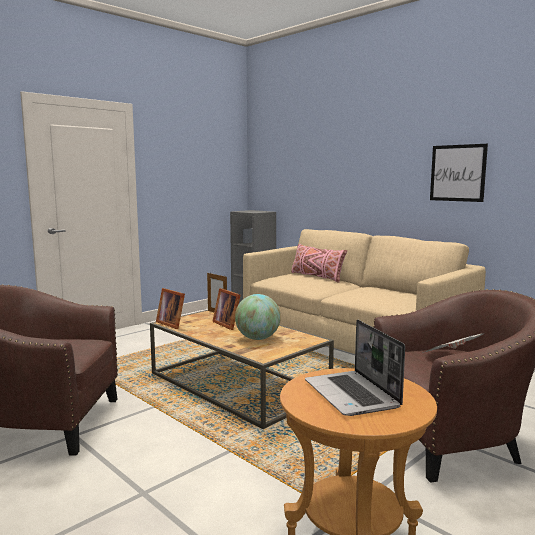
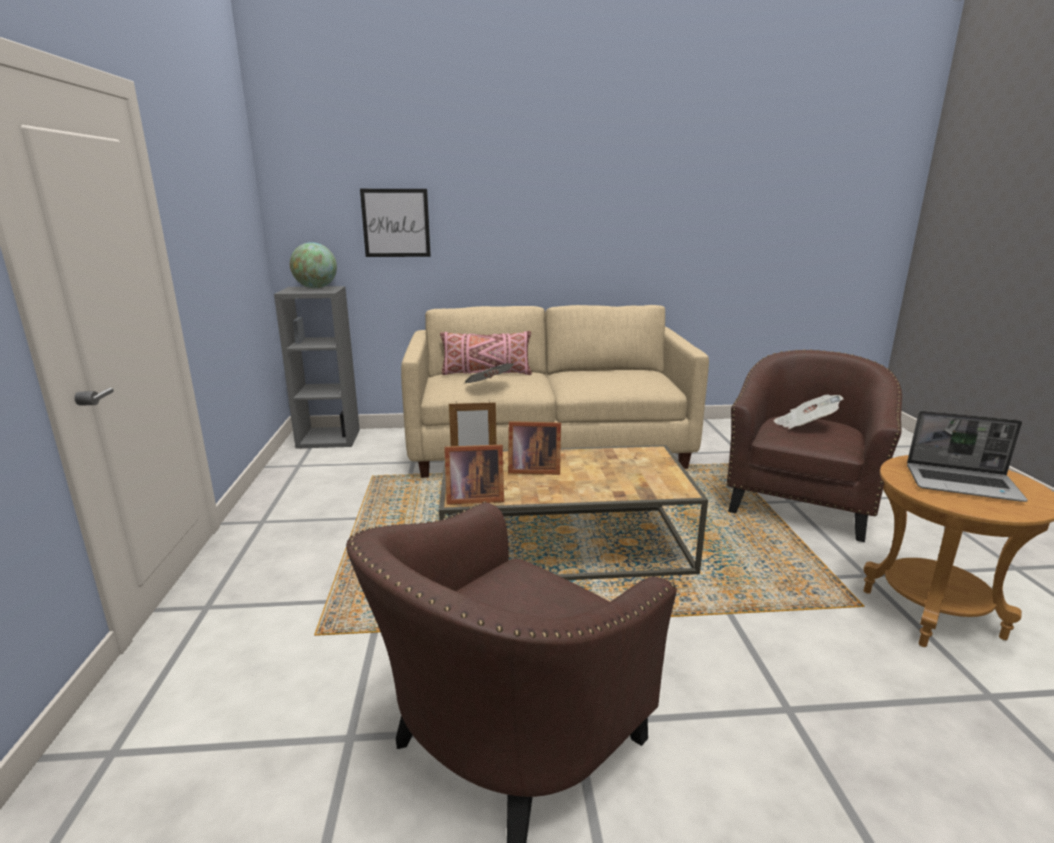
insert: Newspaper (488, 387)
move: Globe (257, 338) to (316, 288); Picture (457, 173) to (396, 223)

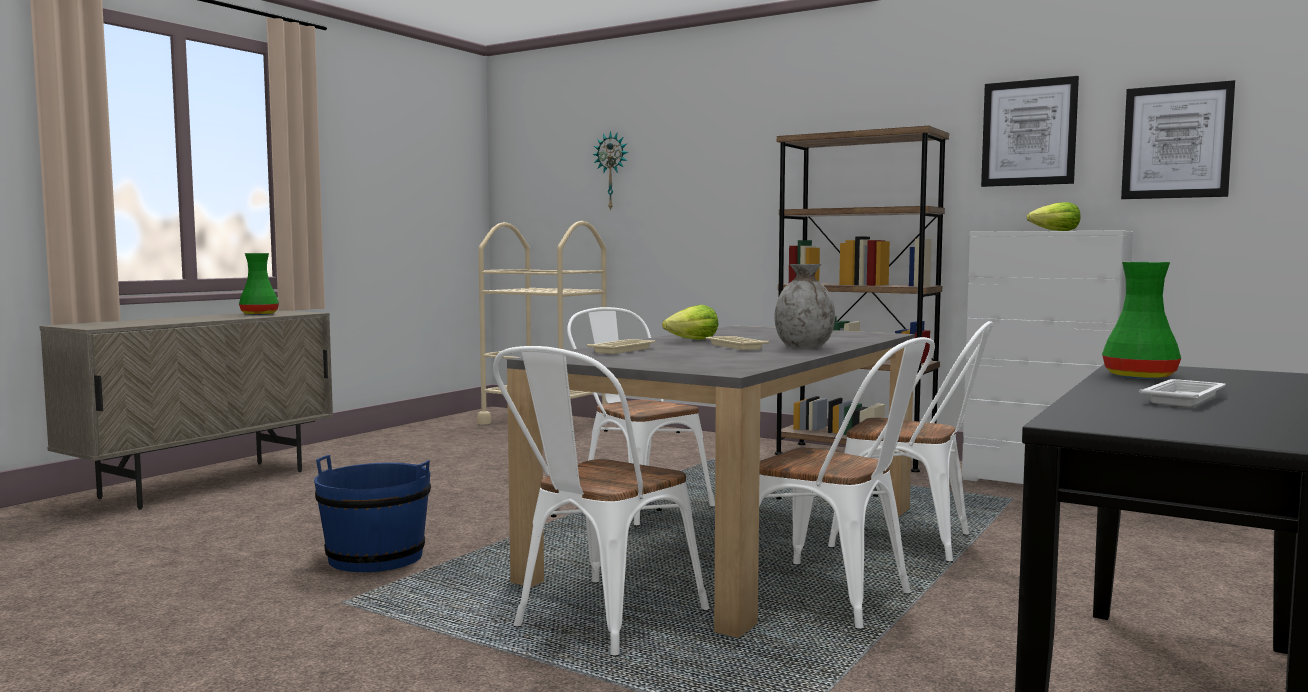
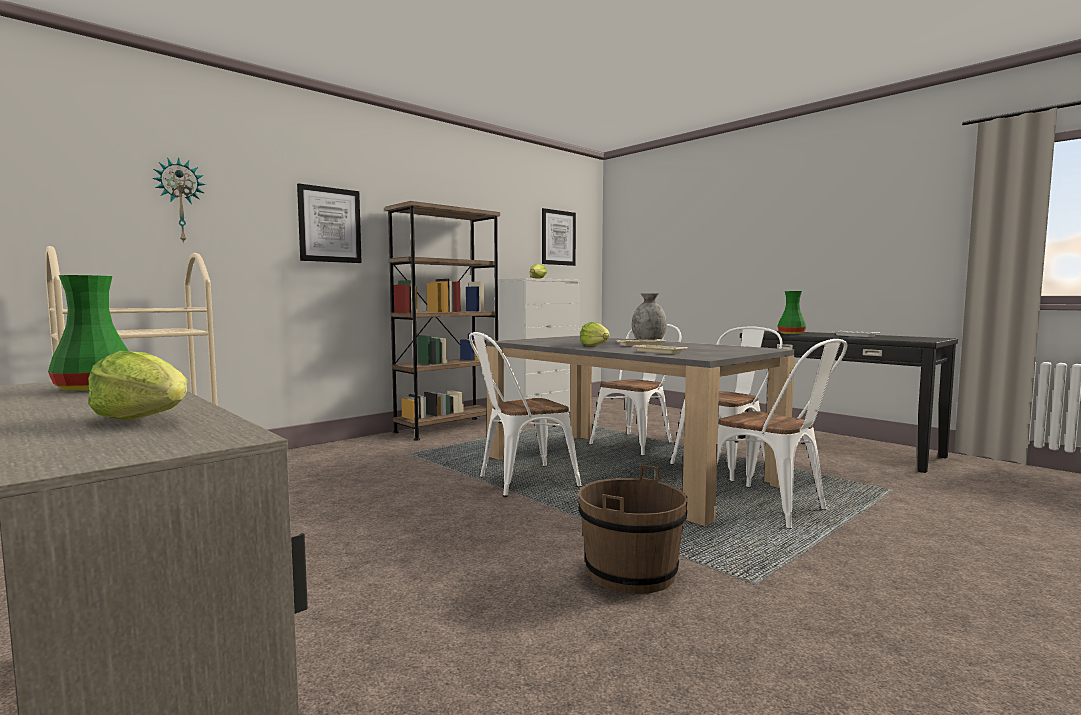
insert: Lettuce (146, 419)
move: Picture (1029, 133) to (329, 225)
recolor: BlueBucket (375, 557) to BrownBucket (631, 573)

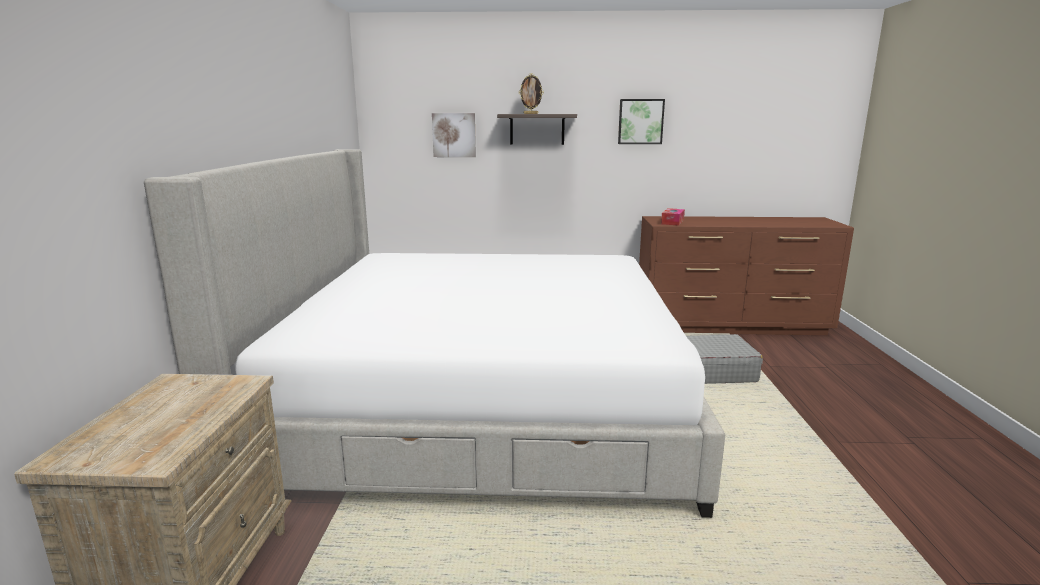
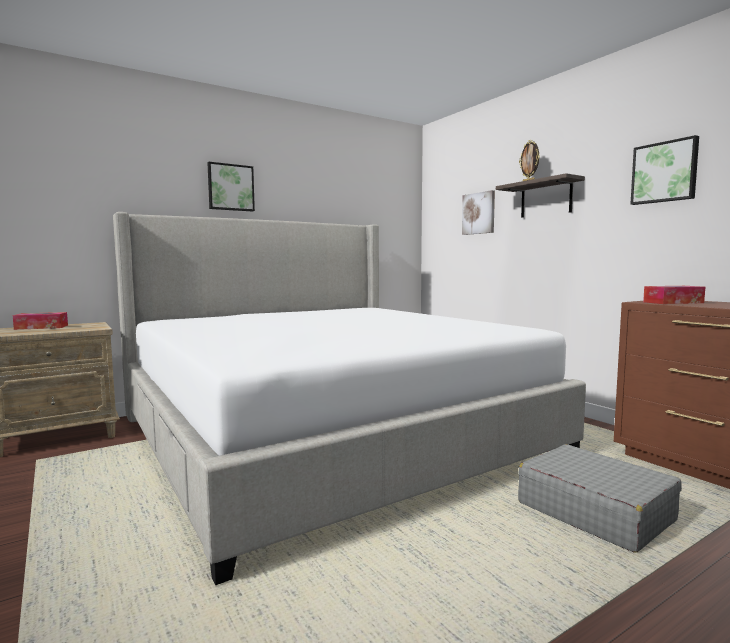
insert: TissueBox (41, 327); Picture (230, 187)

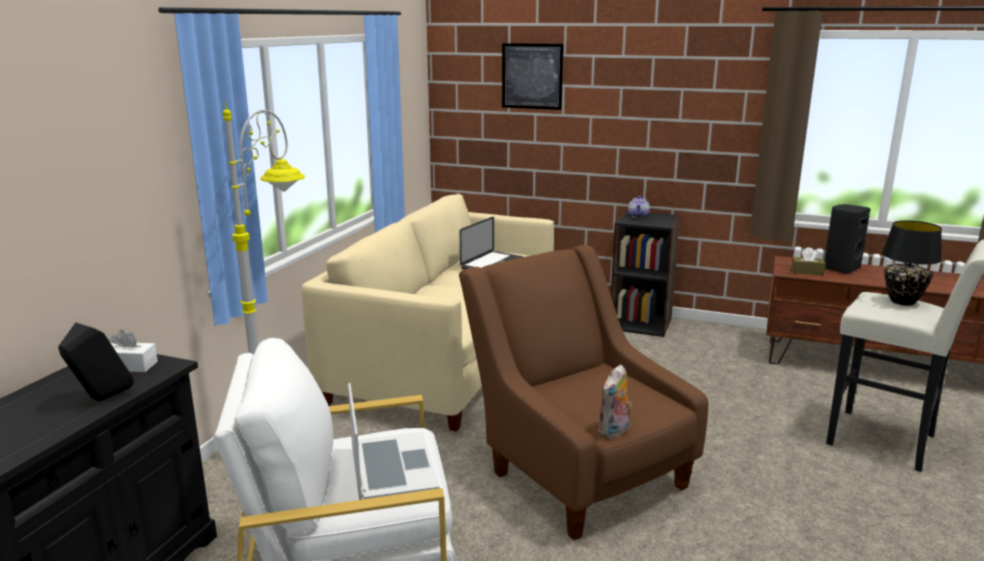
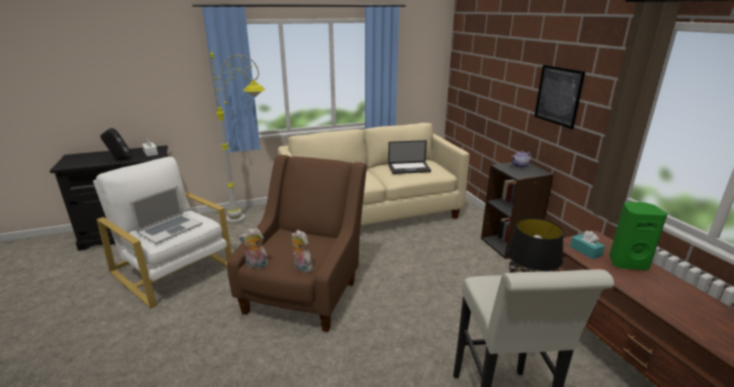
insert: PlushToy (301, 268)
move: Picture (532, 76) to (558, 95)
recolor: BrownTissueBox (807, 272) to TurquoiseTissueBox (585, 251); BlackSpeaker (840, 268) to GreenSpeaker (627, 262)

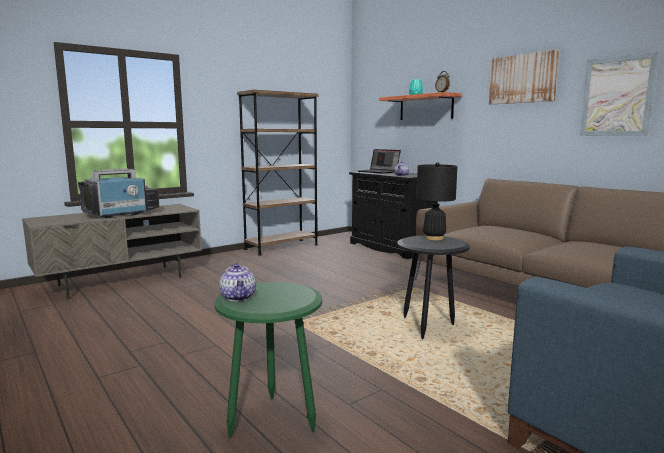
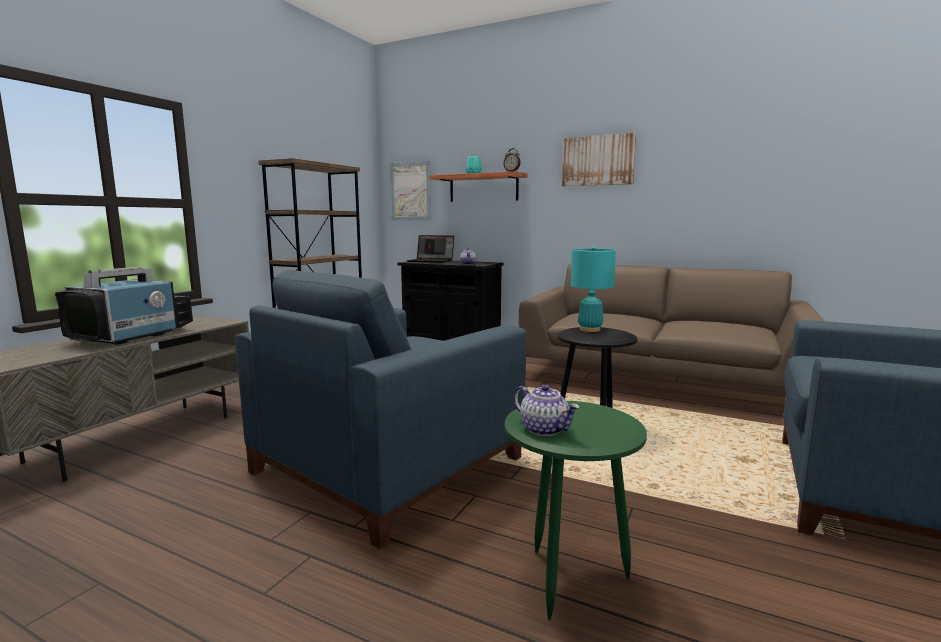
insert: BlueArmchair (390, 463)
move: Picture (617, 96) to (411, 191)
recolor: BlackTableLamp (434, 238) to TurquoiseTableLamp (589, 329)

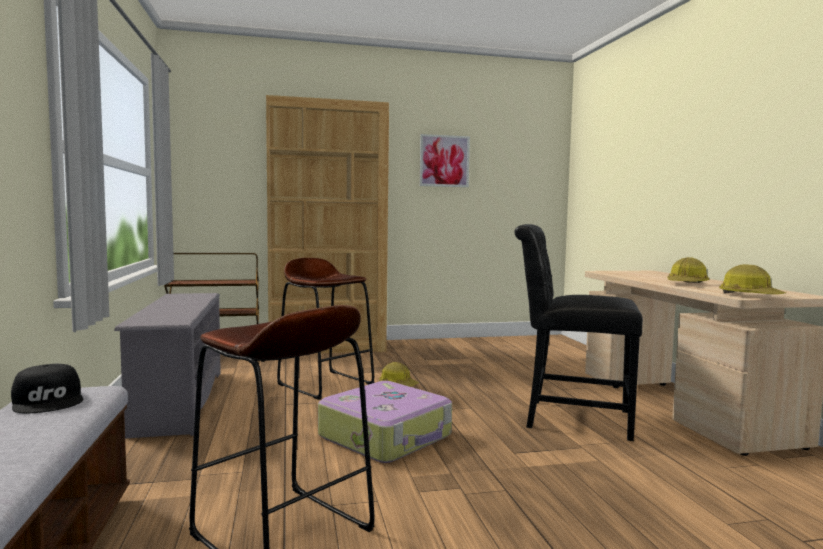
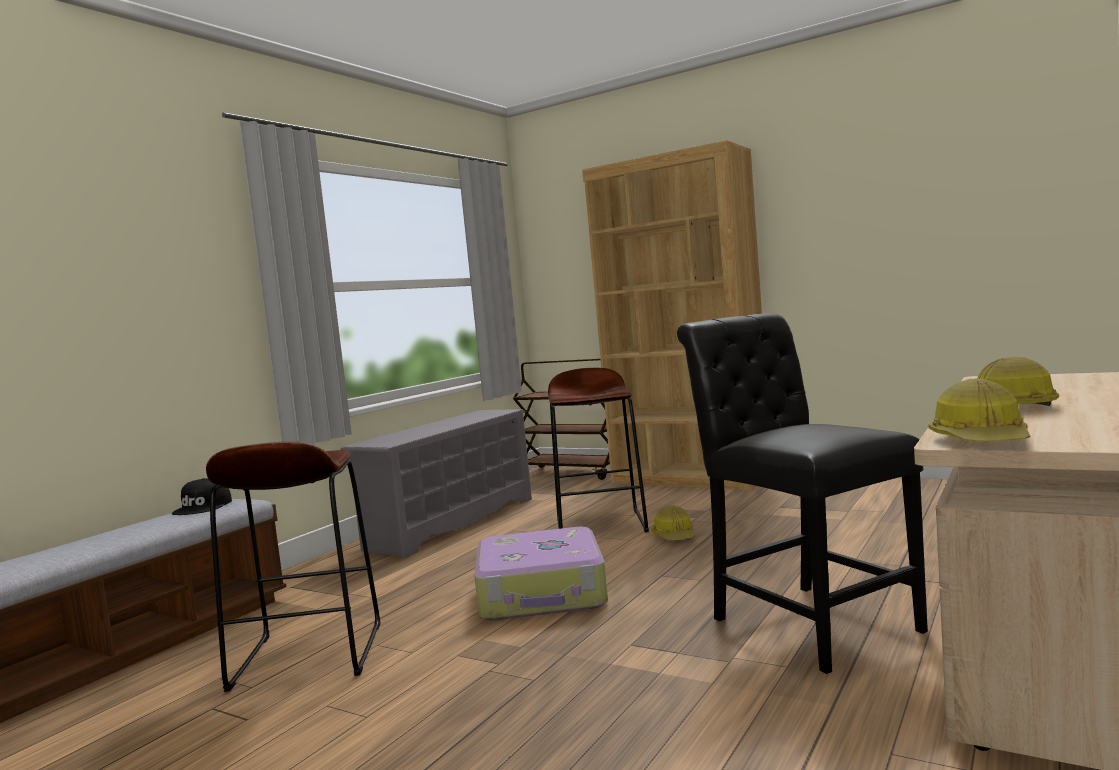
delete: Picture (444, 161)

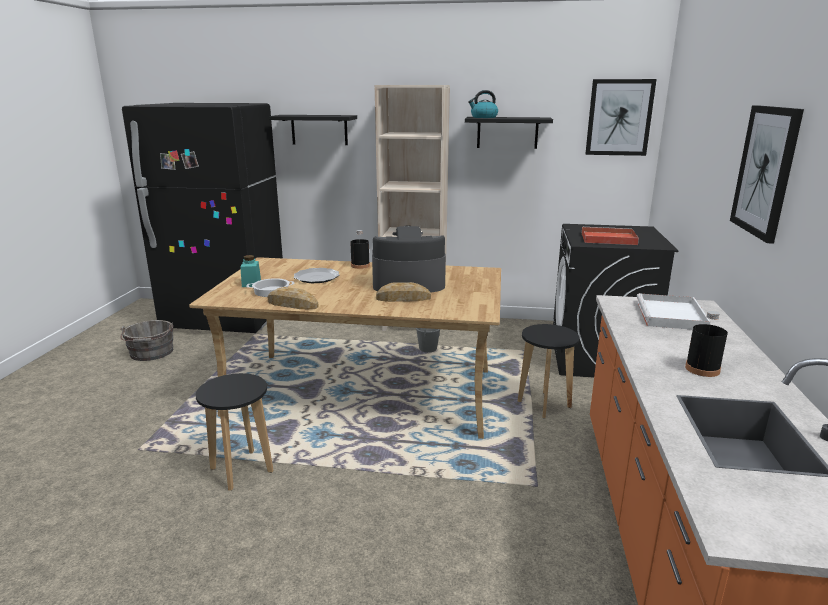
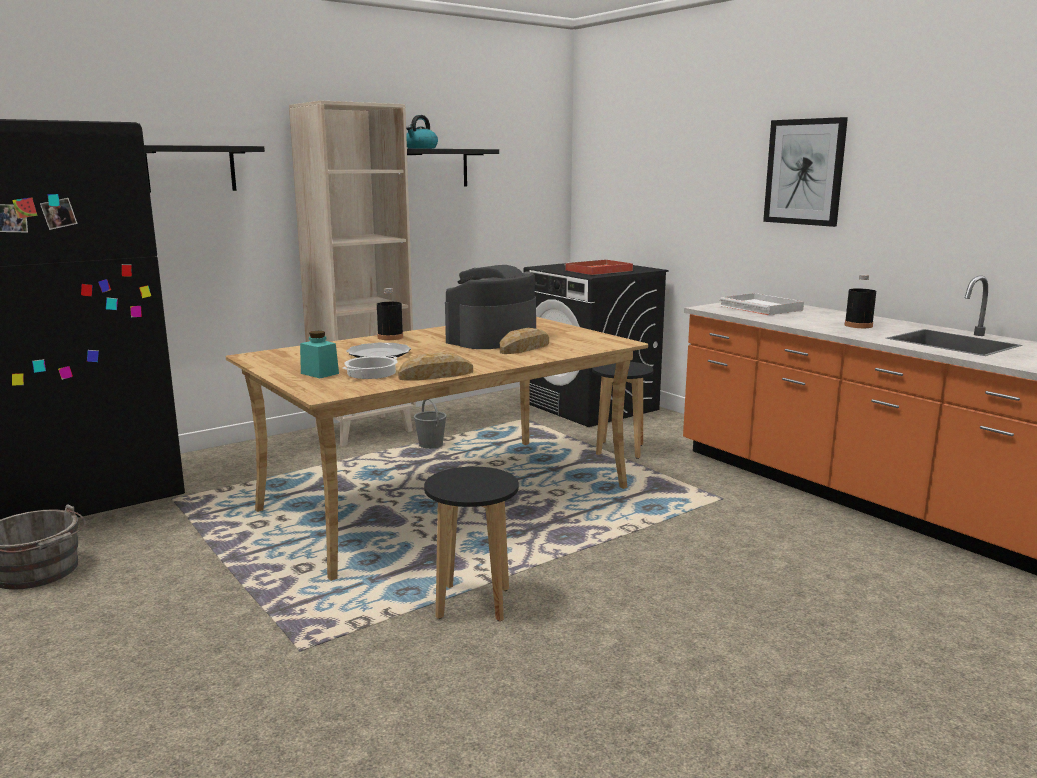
delete: Picture (619, 117)

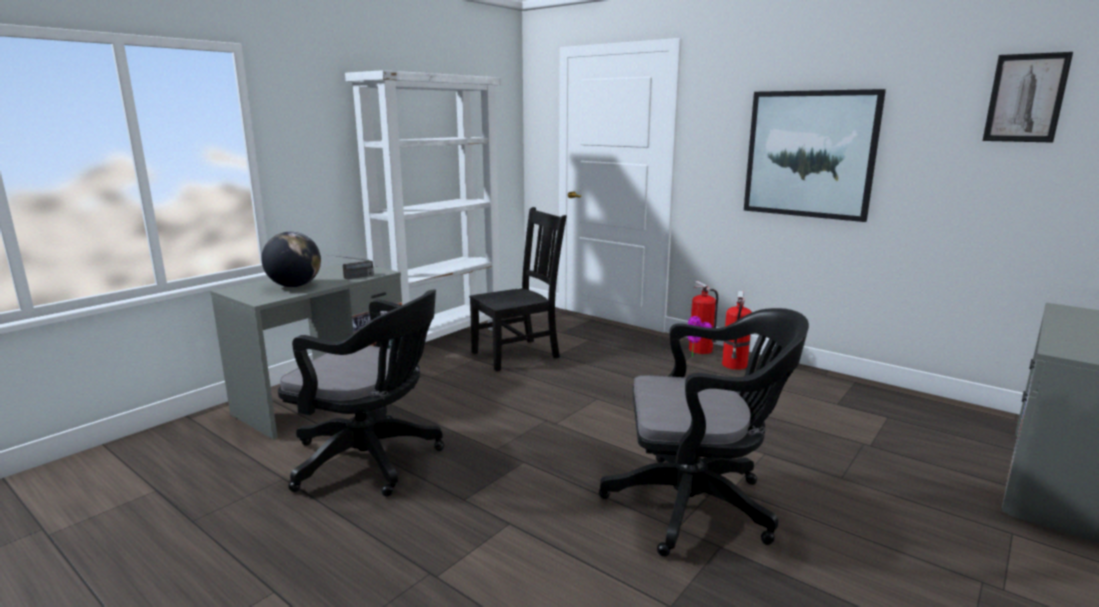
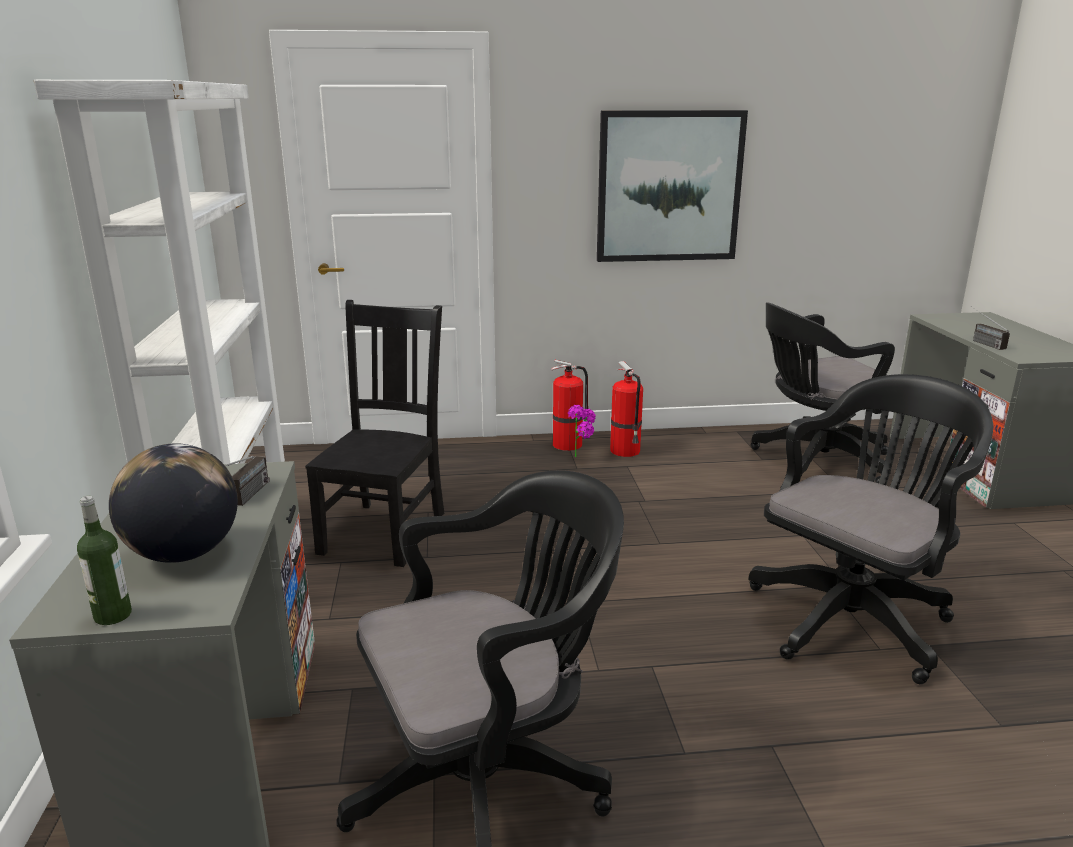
delete: Picture (1025, 98)
insert: Bottle (113, 615); BlackOfficeChair (816, 461); Radio (981, 342)

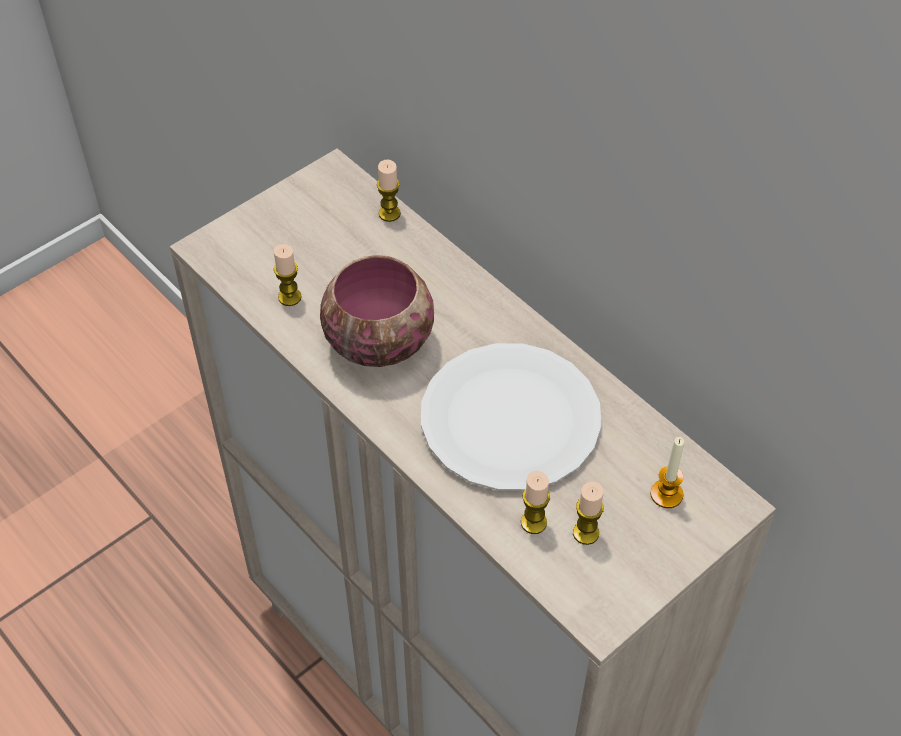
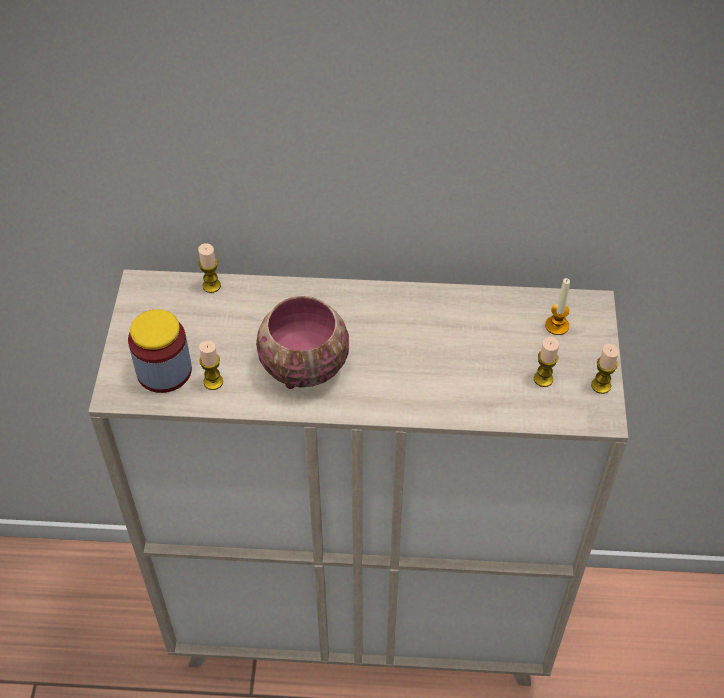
delete: WhitePlate (511, 419)
insert: Jar (164, 371)
move: Candle (533, 522) to (601, 385)

